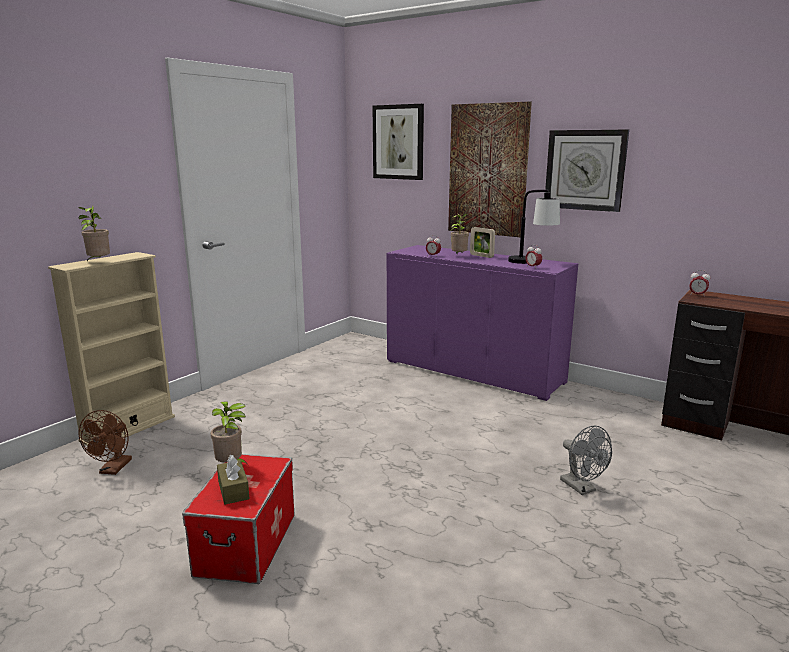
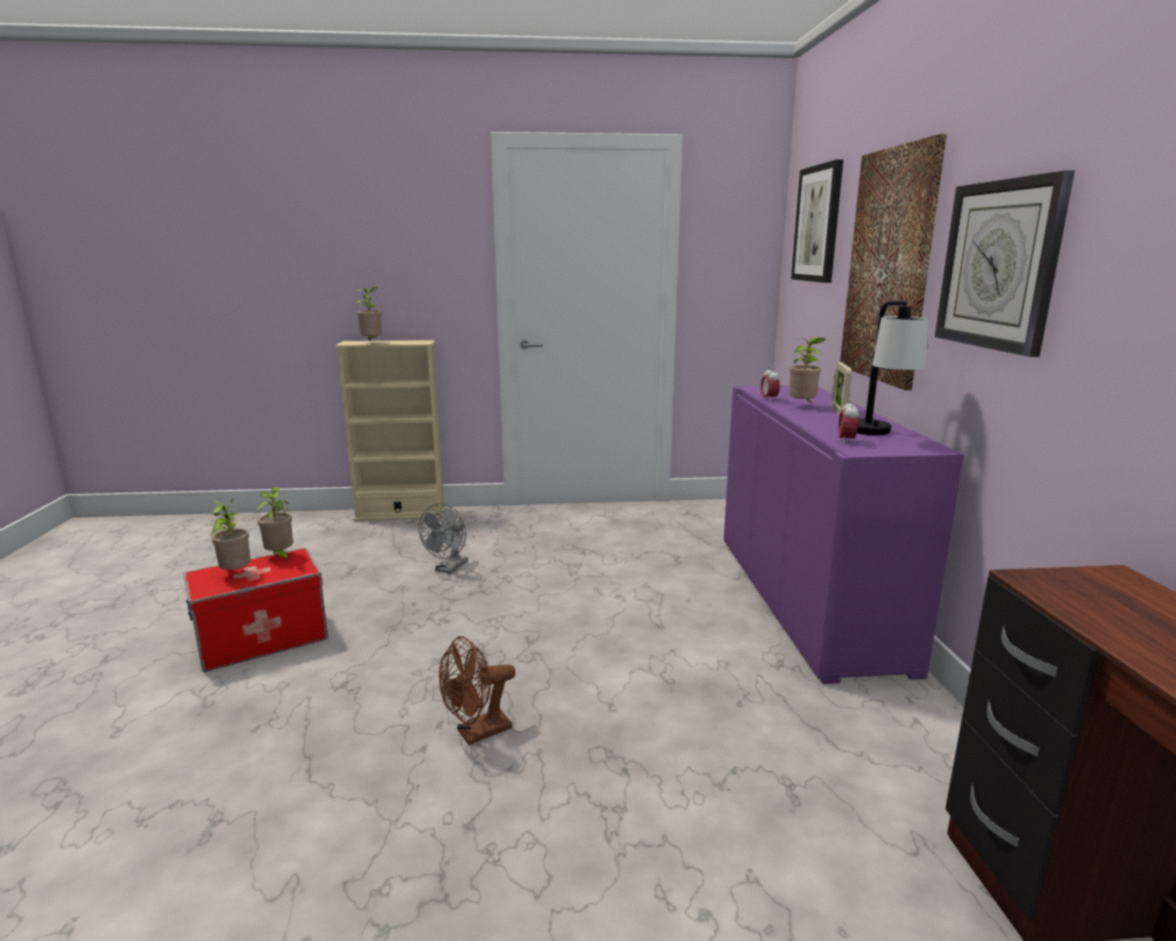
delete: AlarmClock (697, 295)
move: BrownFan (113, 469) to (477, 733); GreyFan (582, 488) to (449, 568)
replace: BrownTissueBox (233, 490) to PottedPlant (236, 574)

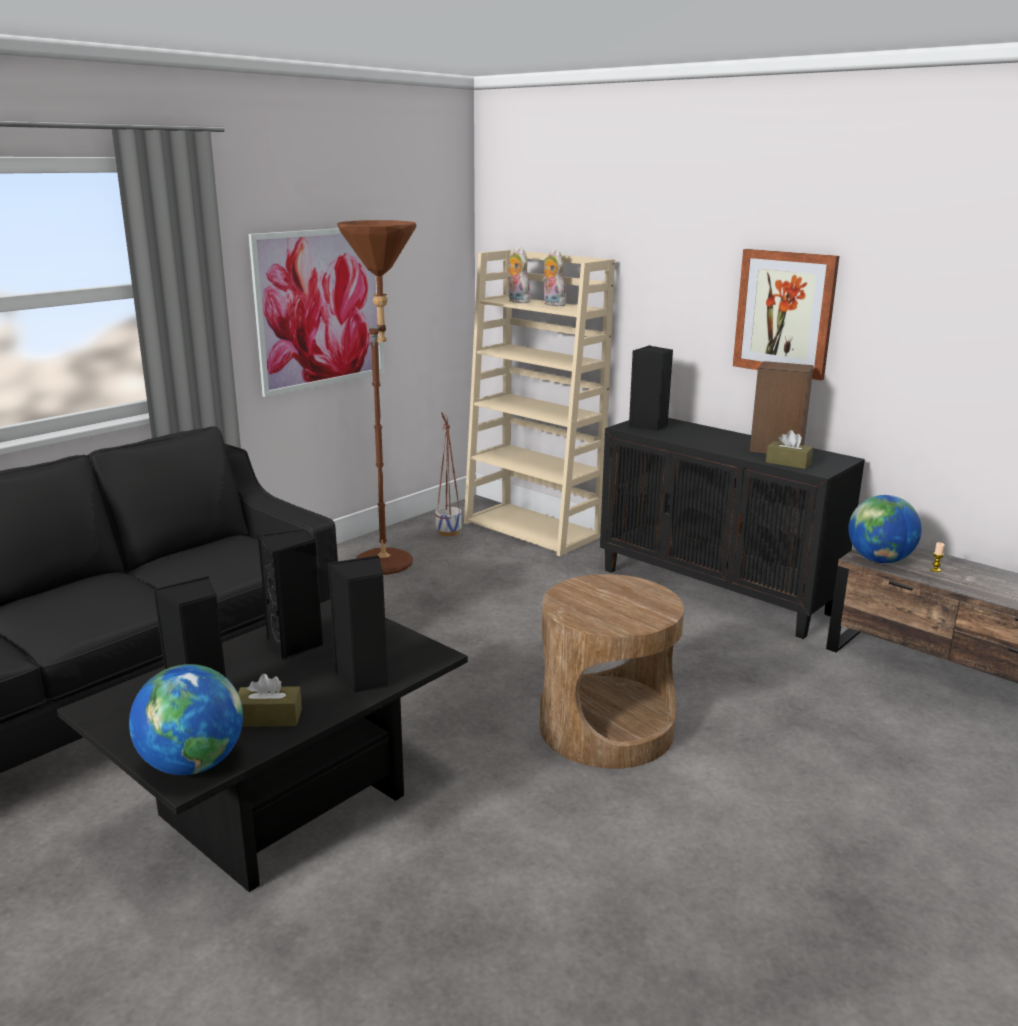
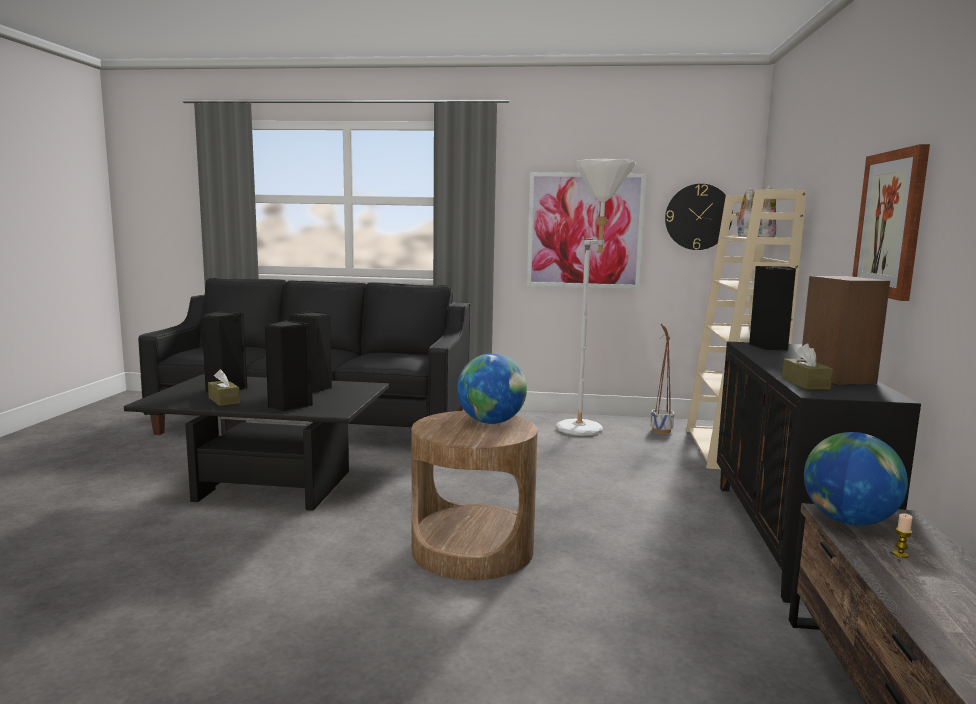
insert: WallClock (698, 217)
move: Globe (193, 764) to (491, 422)
recolor: BrownFloorLamp (388, 558) to WhiteFloorLamp (588, 428)

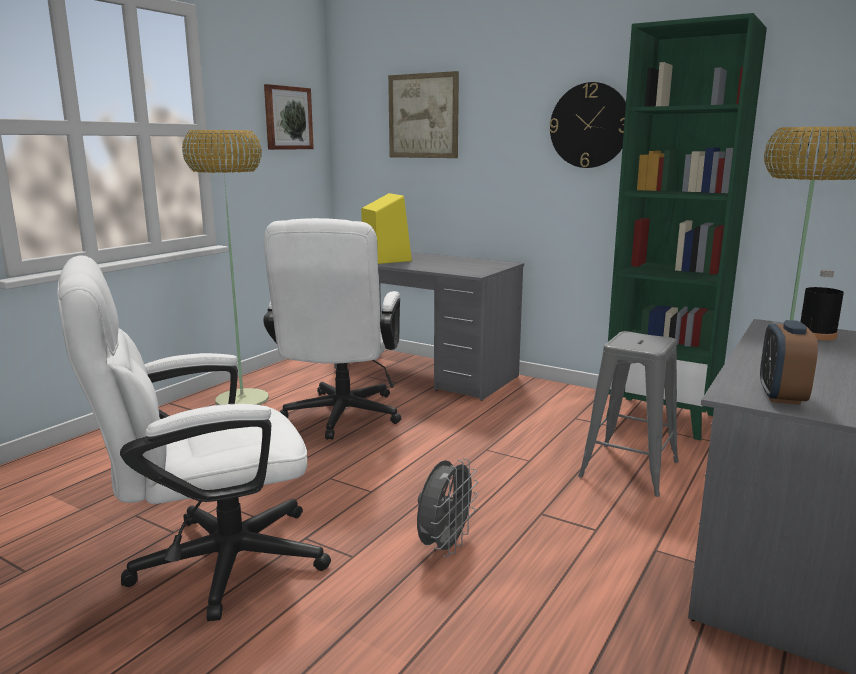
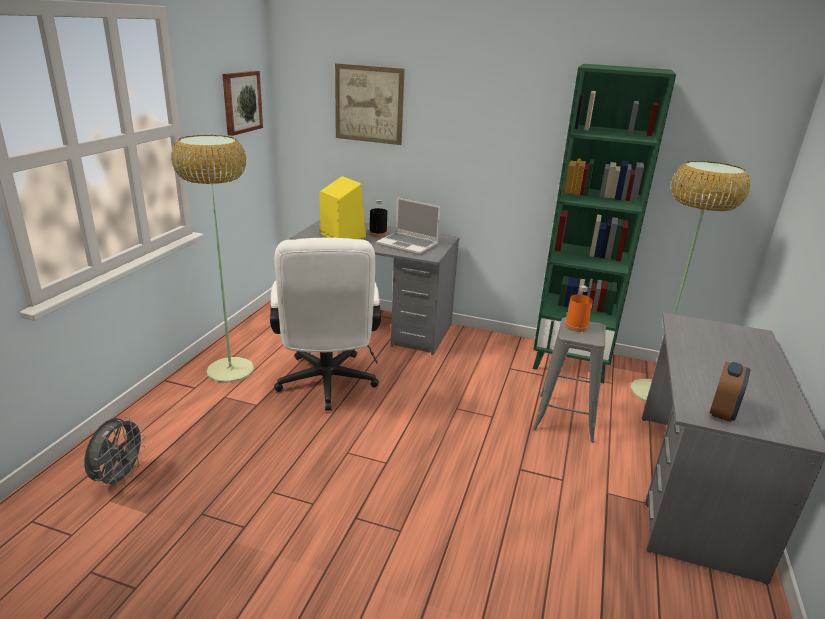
delete: WhiteOfficeChair (209, 564); WallClock (589, 125)
insert: Laptop (408, 244); OrangeBottle (576, 326)
move: GreyFan (445, 546) to (119, 477); BlackBottle (817, 335) to (378, 233)
rotate: AlarmClock (781, 396) = (722, 412) 150 degrees counterclockwise

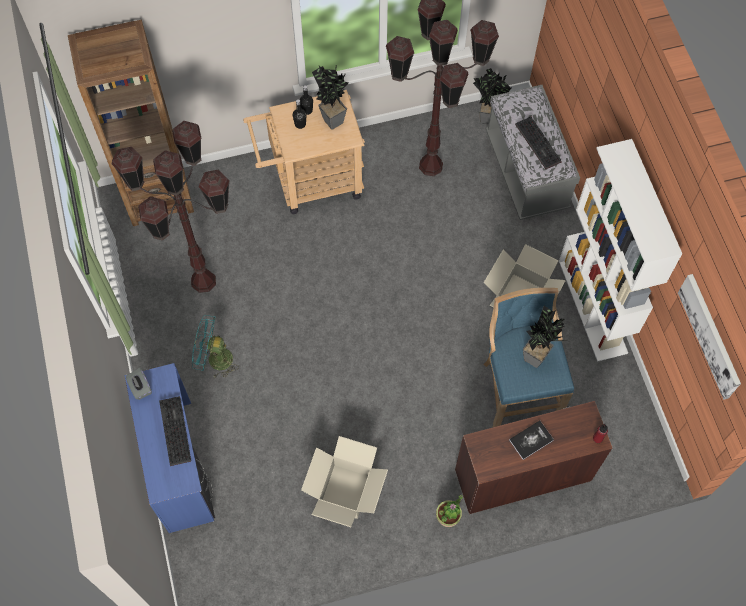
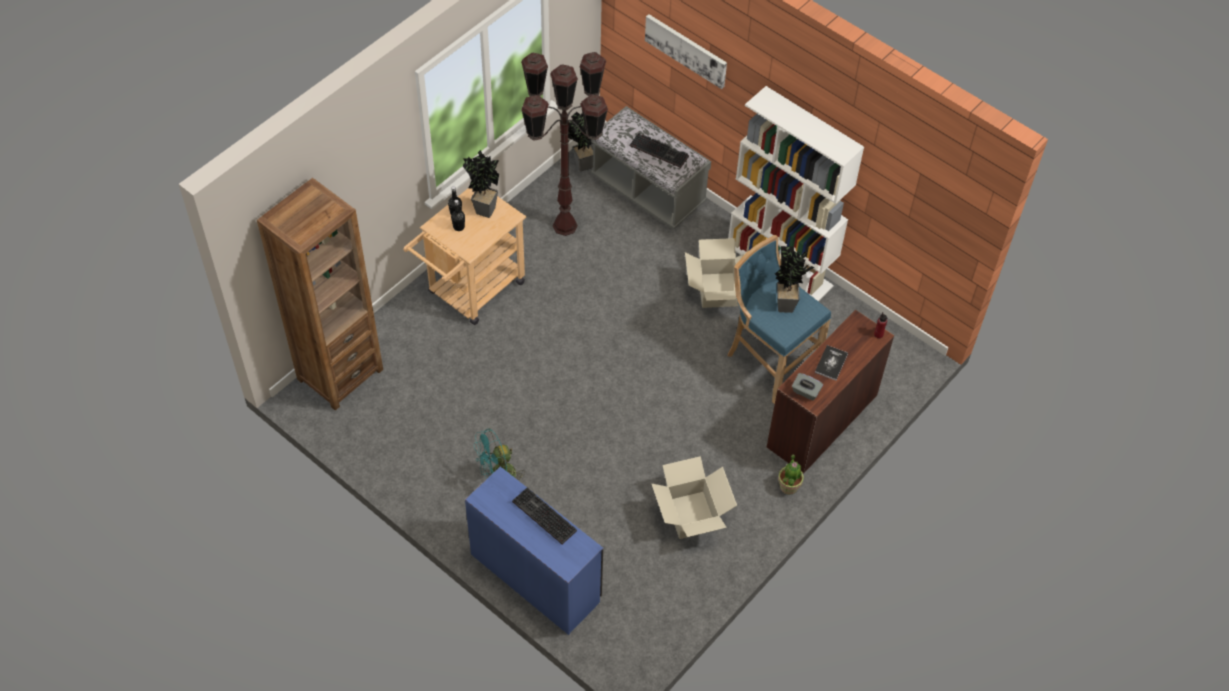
delete: BrownFloorLamp (203, 280)
move: GreyTissueBox (140, 388) to (805, 392); Picture (710, 335) to (686, 50)

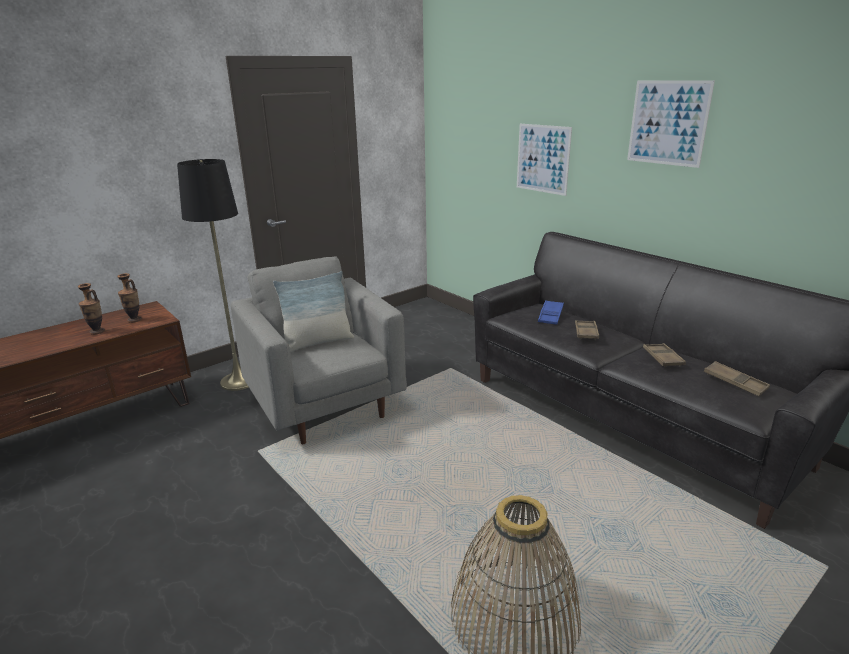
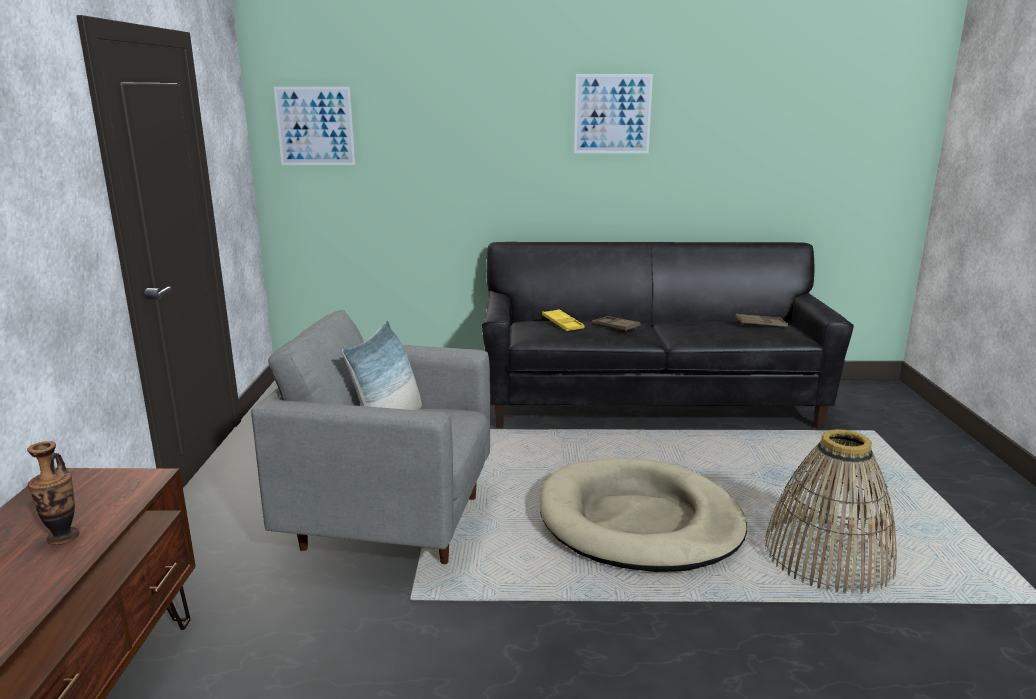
delete: Vase (134, 320); BlackFloorLamp (239, 381); BrownTray (662, 358)
insert: BeigeDogBed (639, 522)
move: Picture (542, 159) to (315, 126)
recolor: BlueTray (550, 315) to YellowTray (562, 324)

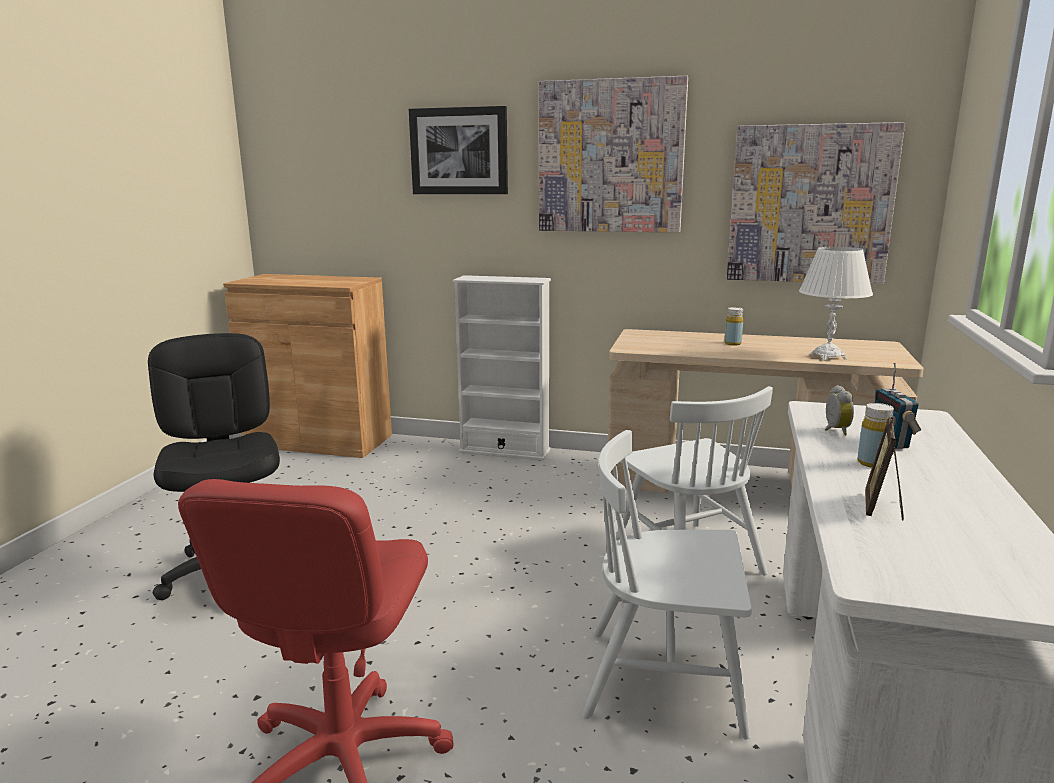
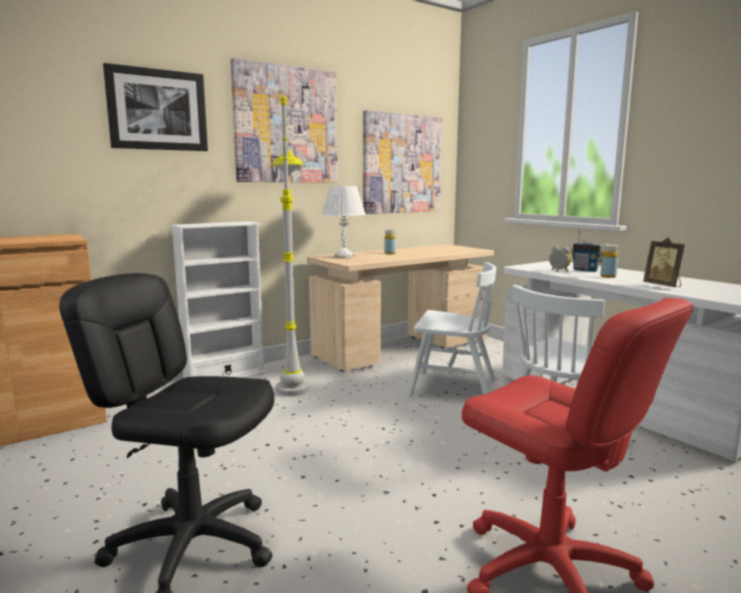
insert: GreyFloorLamp (293, 379)
move: WhiteTableLamp (827, 357) to (344, 257)

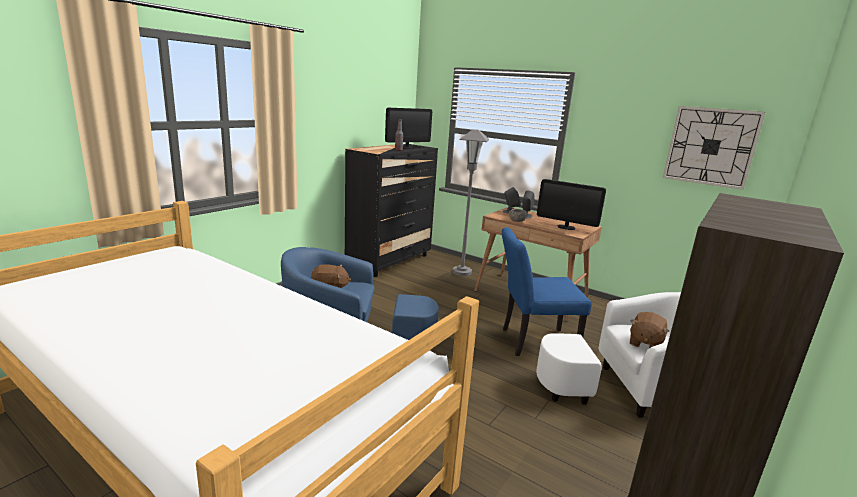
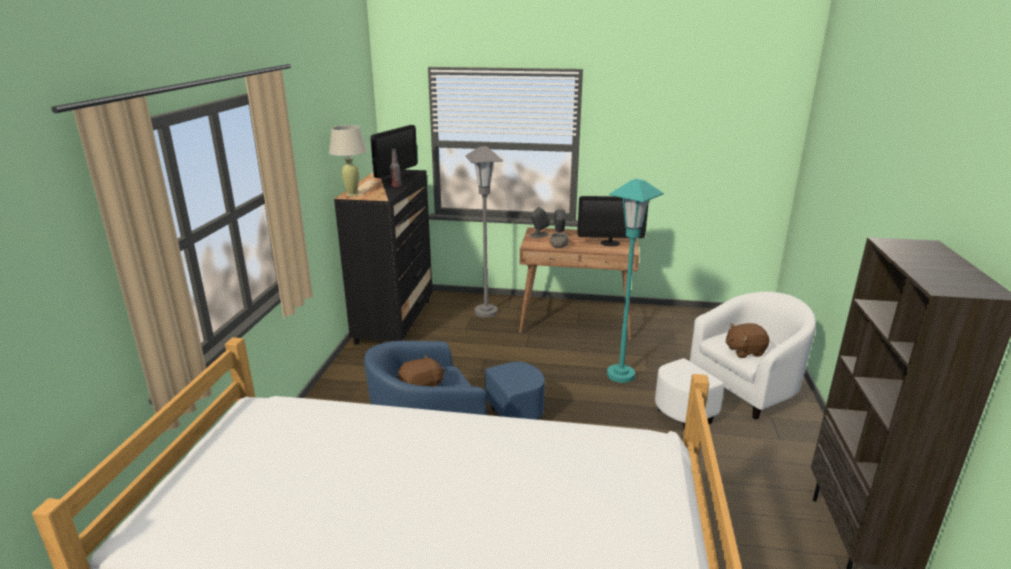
delete: WallClock (710, 146)
insert: BeigeTableLamp (352, 194)
replace: BlueChair (532, 342) to TurquoiseFloorLamp (620, 375)
rotate: BrownPlushToy (645, 343) = (744, 351) 75 degrees clockwise

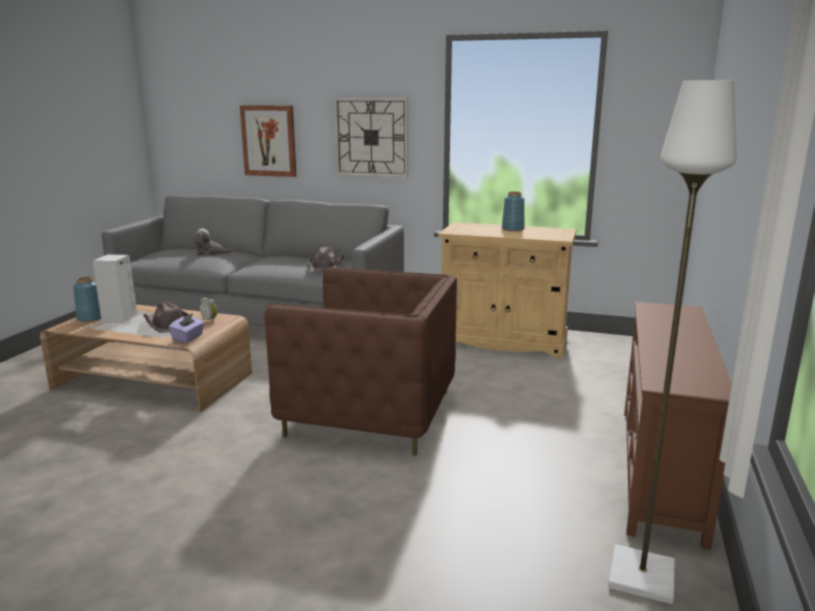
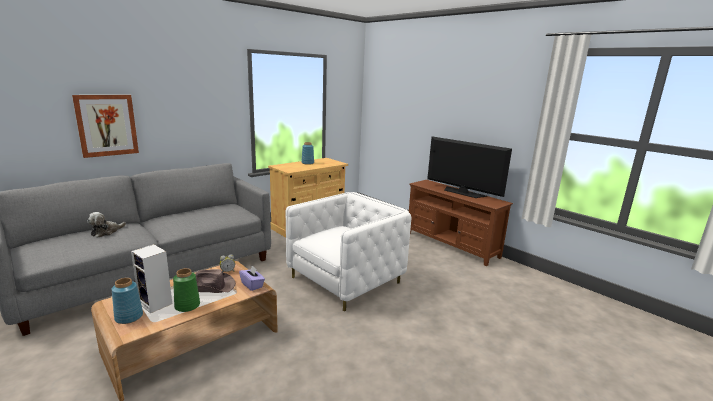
delete: BrownHat (326, 265); WallClock (371, 137); WhiteFloorLamp (643, 577)
insert: GreenVase (187, 306); Television (463, 192)
recolor: BrownArmchair (370, 413) to WhiteArmchair (345, 280)

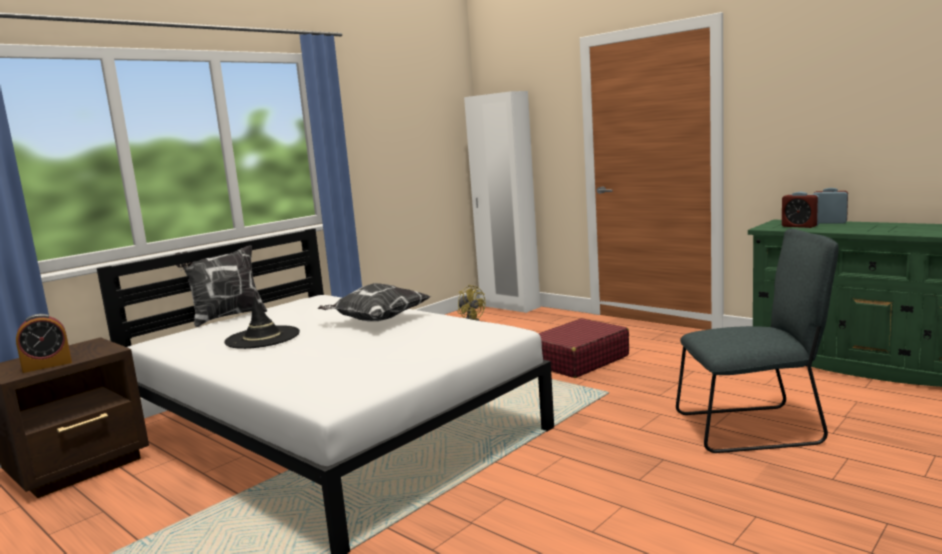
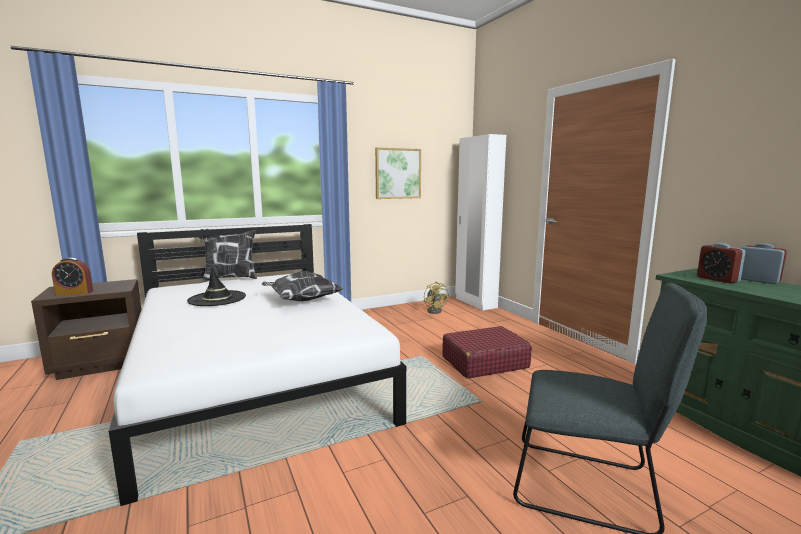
insert: Picture (398, 173)

